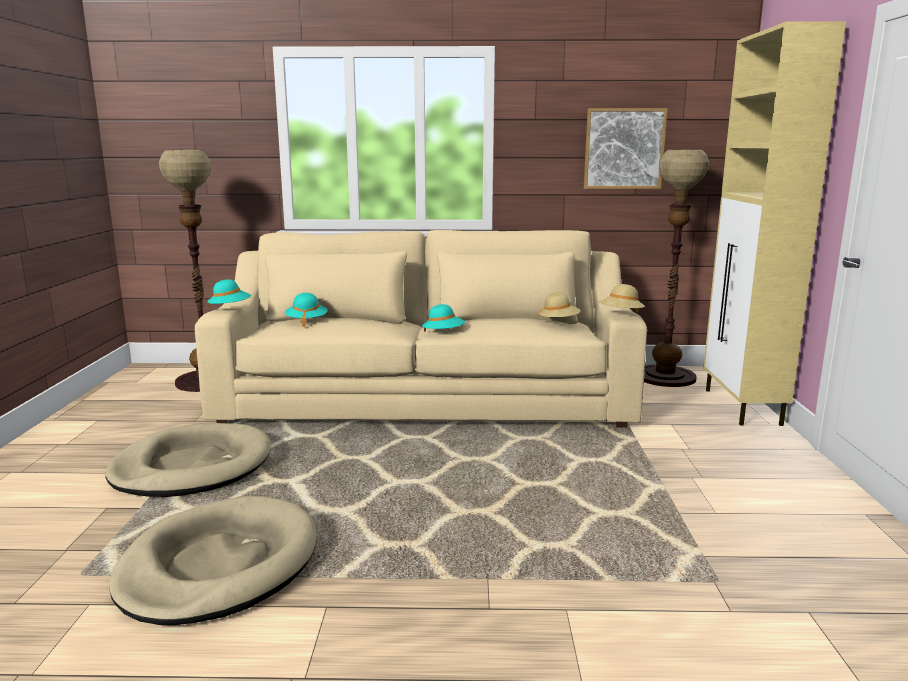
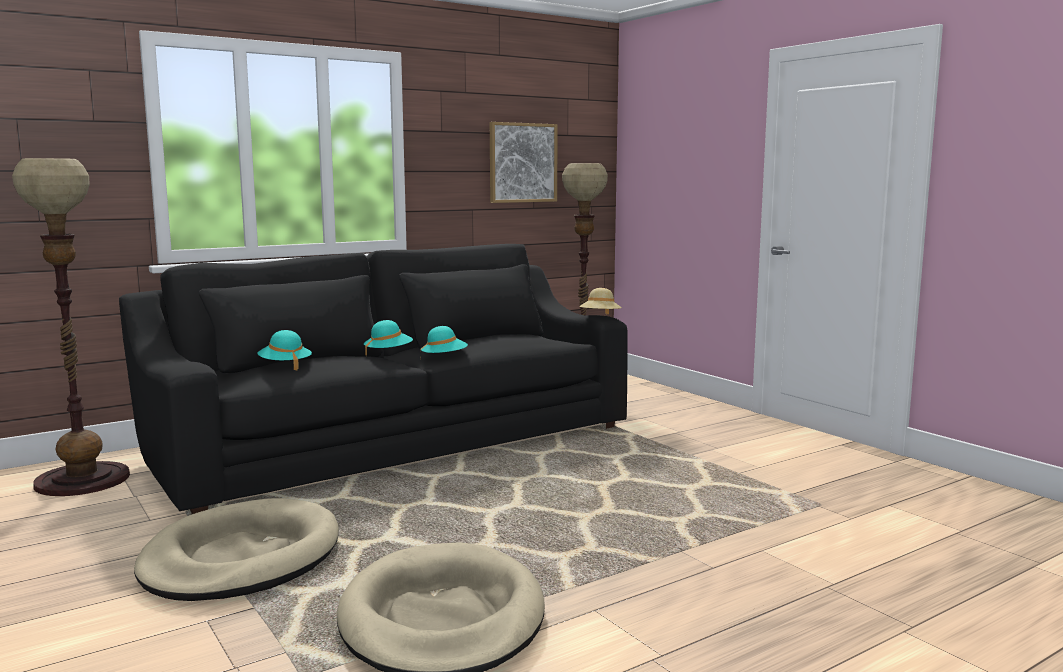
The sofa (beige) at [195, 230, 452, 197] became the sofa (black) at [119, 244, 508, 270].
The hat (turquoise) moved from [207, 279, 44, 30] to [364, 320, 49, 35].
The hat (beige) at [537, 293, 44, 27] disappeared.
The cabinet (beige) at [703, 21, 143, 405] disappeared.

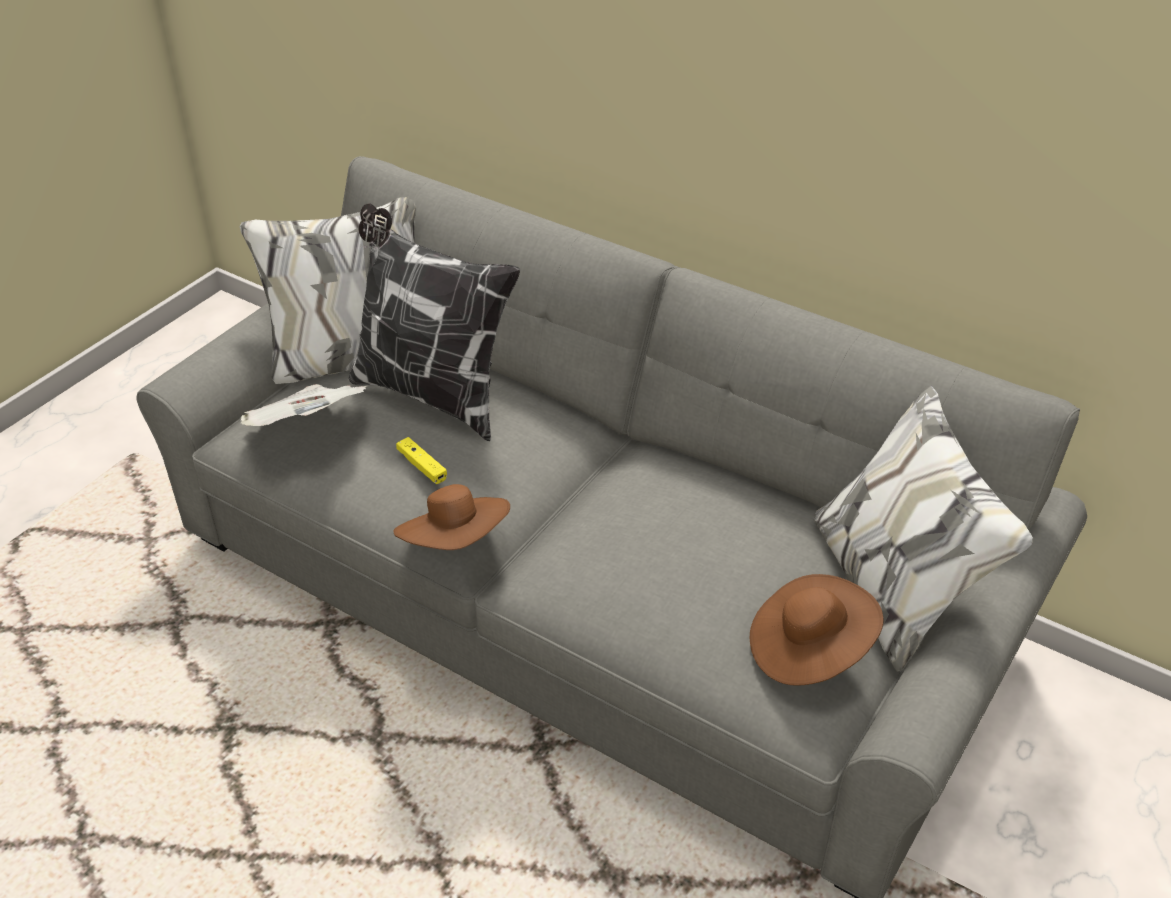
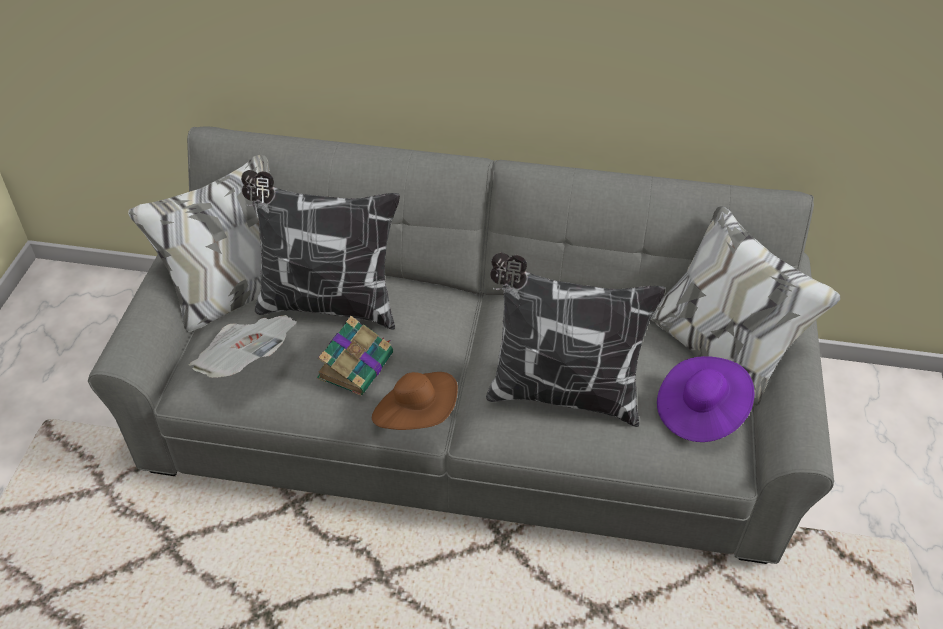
The game controller (yellow) at [396, 437, 51, 47] was replaced by the book at [317, 316, 76, 80].
The hat (brown) at [750, 574, 133, 112] became the hat (purple) at [657, 356, 97, 86].
The pillow at [486, 252, 180, 175] appeared.

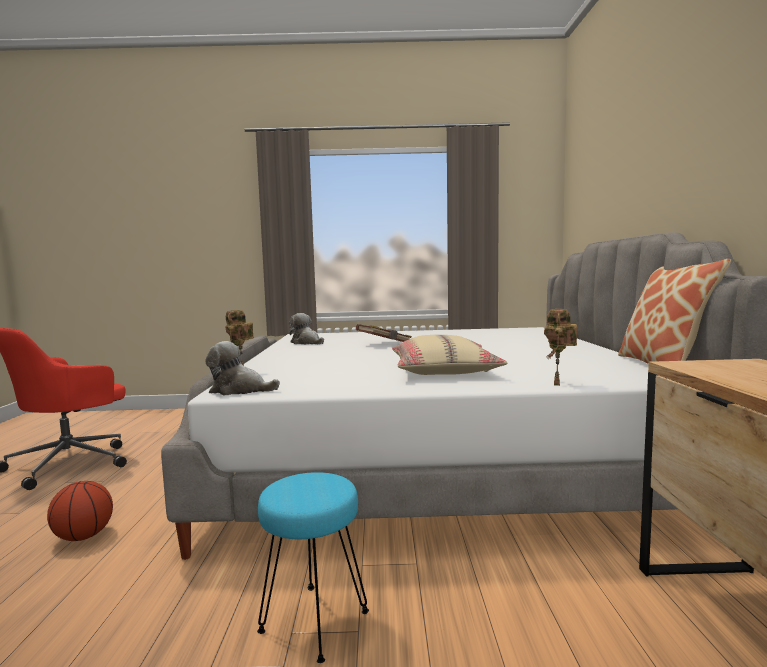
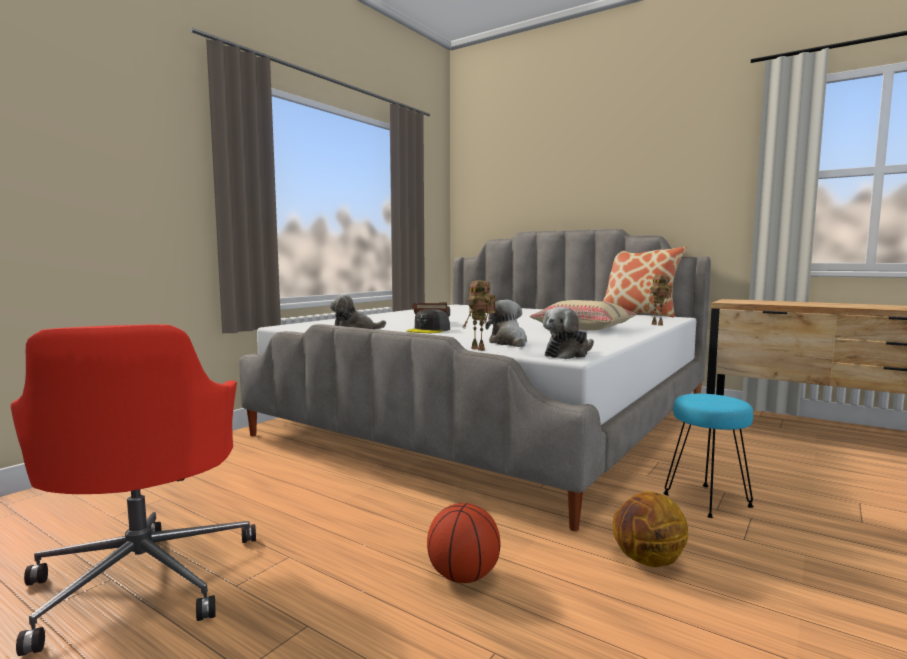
The cap (grey) at [406, 309, 44, 24] appeared.
The plush toy at [485, 300, 42, 47] appeared.
The basketball at [613, 491, 75, 76] appeared.

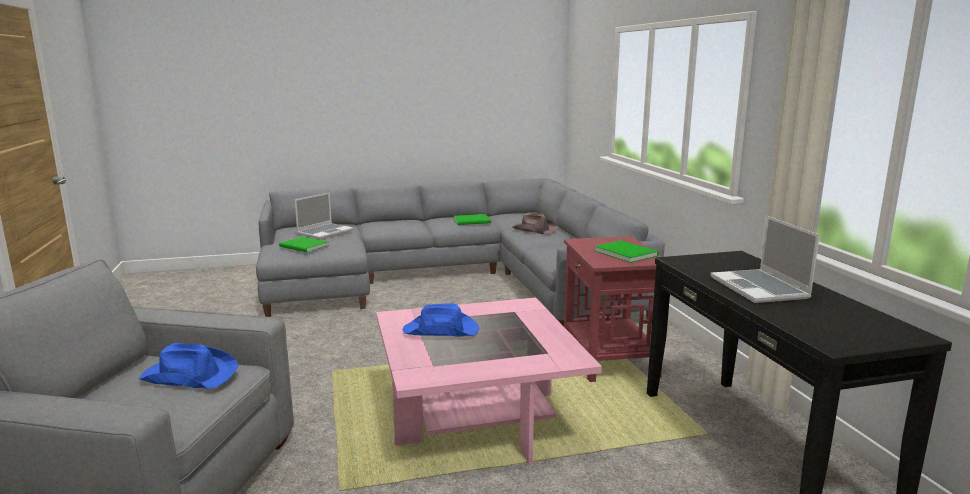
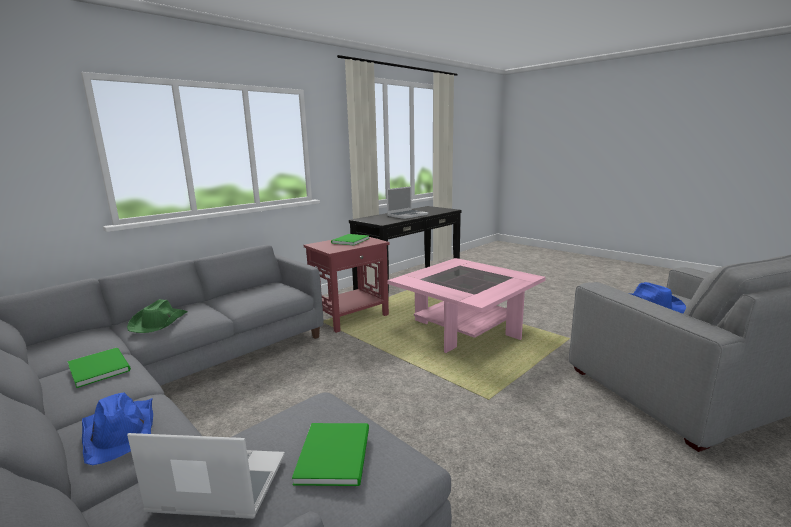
The hat (blue) moved from [403, 304, 76, 33] to [82, 392, 71, 73].
The hat (brown) at [512, 213, 46, 21] became the hat (green) at [127, 299, 60, 34].

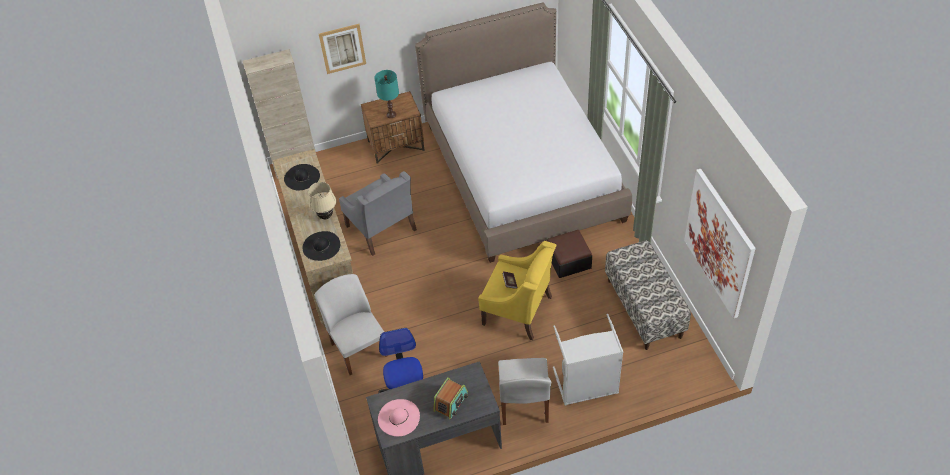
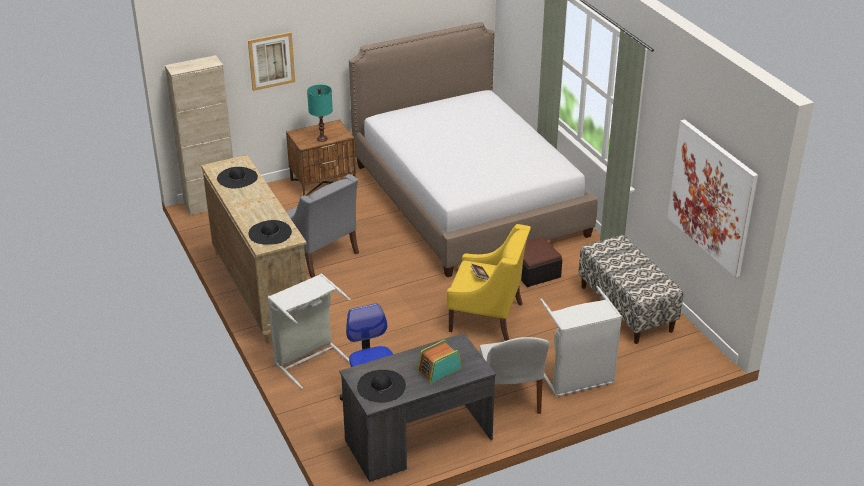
The table lamp (beige) at [308, 182, 28, 37] disappeared.
The chair (white) at [314, 274, 73, 101] was replaced by the laundry basket (grey) at [268, 273, 83, 116].
The hat (pink) at [378, 399, 42, 37] became the hat (black) at [357, 370, 49, 33].
The radio at [433, 377, 35, 42] turned 150 degrees counterclockwise.

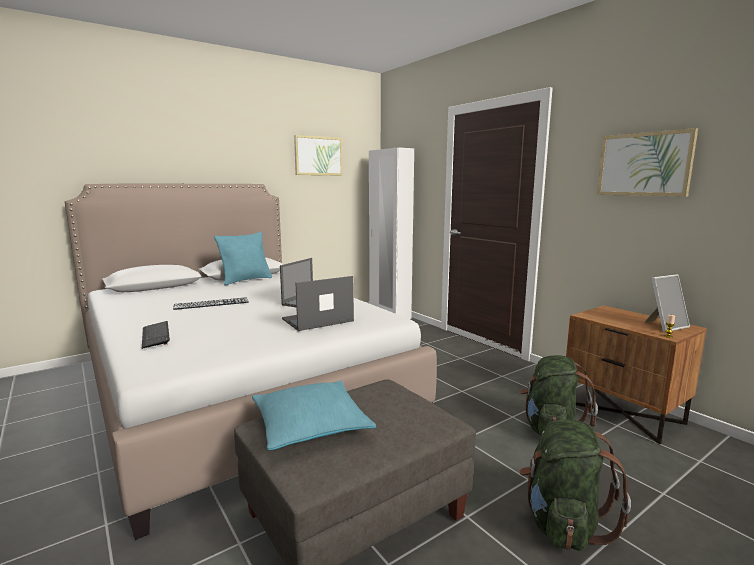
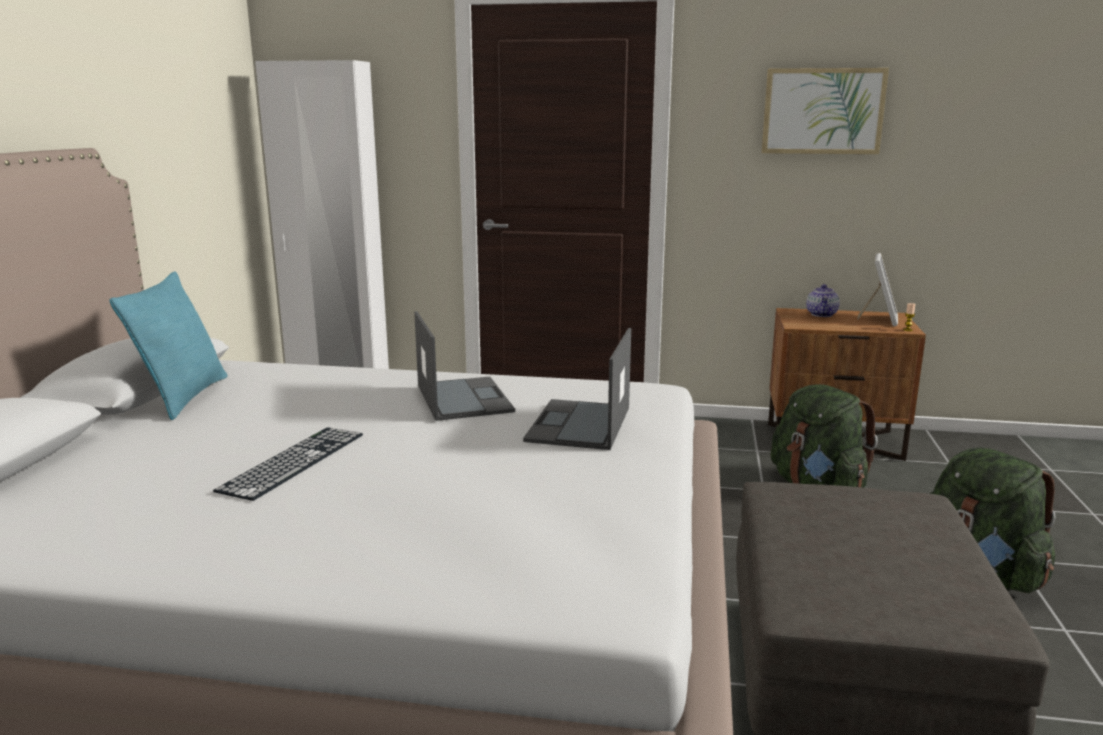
The keyboard at [142, 321, 28, 28] disappeared.
The pillow (turquoise) at [252, 380, 124, 70] disappeared.
The picture at [294, 135, 49, 41] disappeared.
The teapot at [806, 284, 34, 33] appeared.

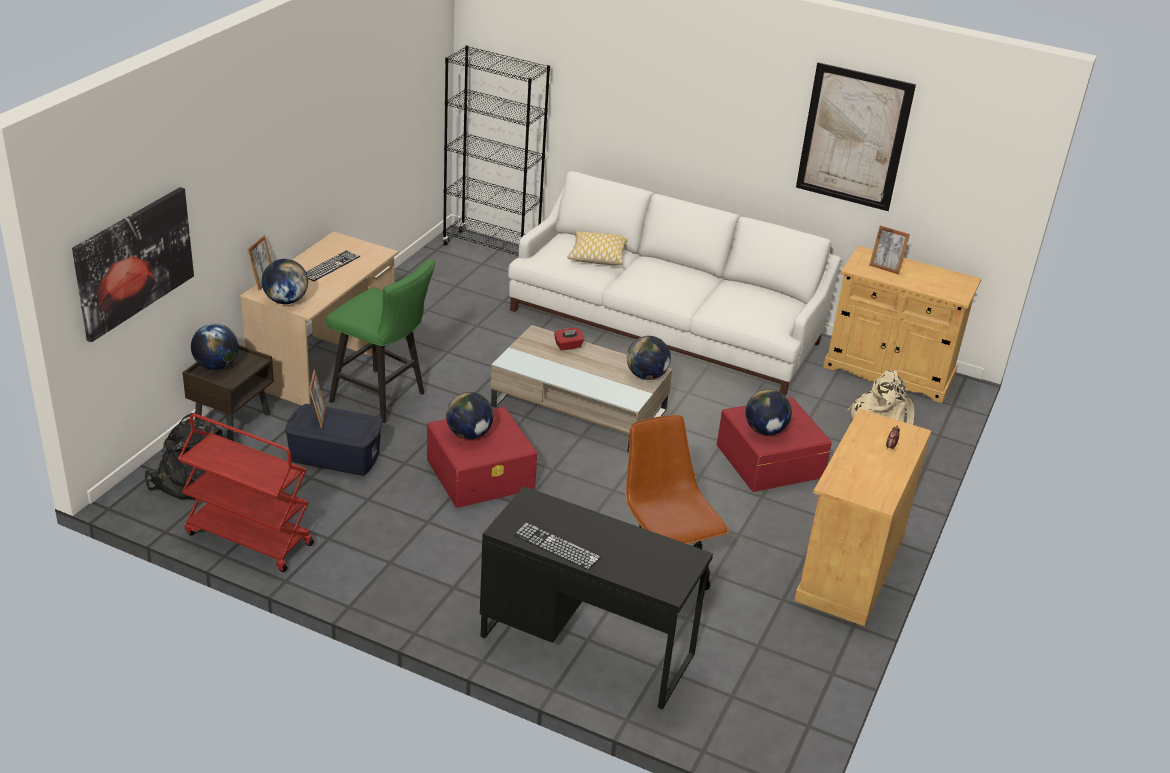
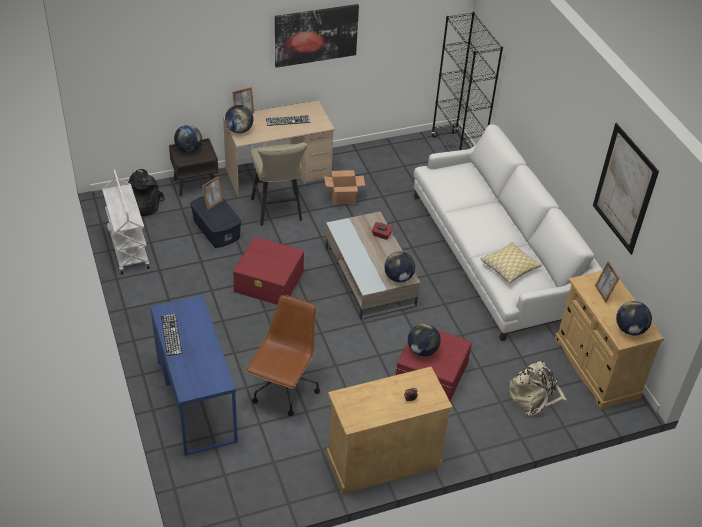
The picture moved from [72, 187, 122, 155] to [275, 4, 84, 64].
The cart (red) at [178, 413, 136, 159] became the cart (white) at [102, 169, 48, 105].
The stool (green) at [326, 259, 109, 164] became the stool (beige) at [250, 142, 57, 84].
The globe moved from [446, 392, 47, 47] to [616, 301, 36, 34].
The desk (black) at [480, 486, 233, 224] became the desk (blue) at [150, 295, 88, 161].
The pillow moved from [567, 231, 60, 34] to [480, 242, 62, 42].
The cardboard box at [324, 170, 41, 35] appeared.

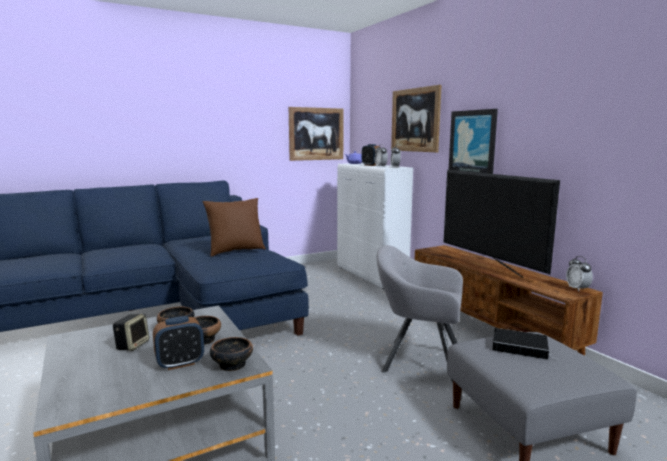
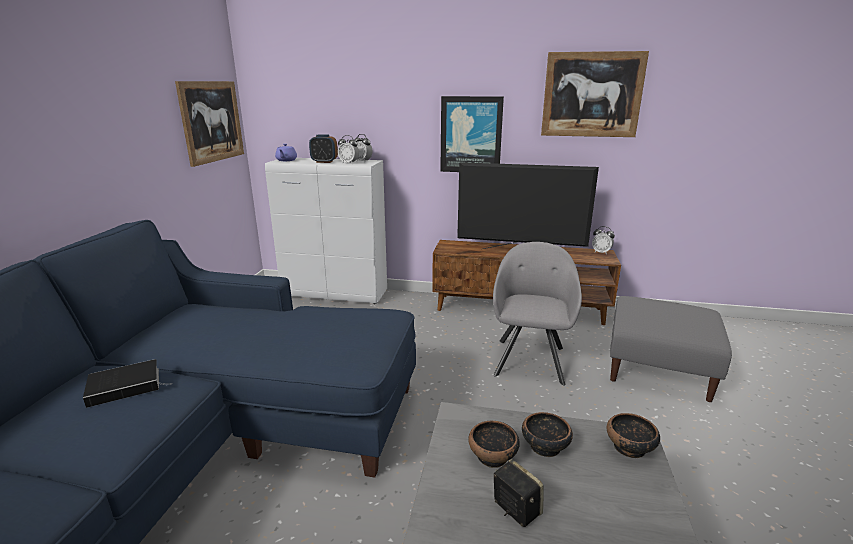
The alarm clock at [153, 316, 51, 54] disappeared.
The pillow (brown) at [202, 198, 64, 59] disappeared.
The armchair (grey) at [377, 245, 86, 137] turned 135 degrees clockwise.
The picture moved from [391, 85, 51, 67] to [541, 51, 108, 86].
The book moved from [493, 328, 65, 32] to [83, 359, 89, 49].

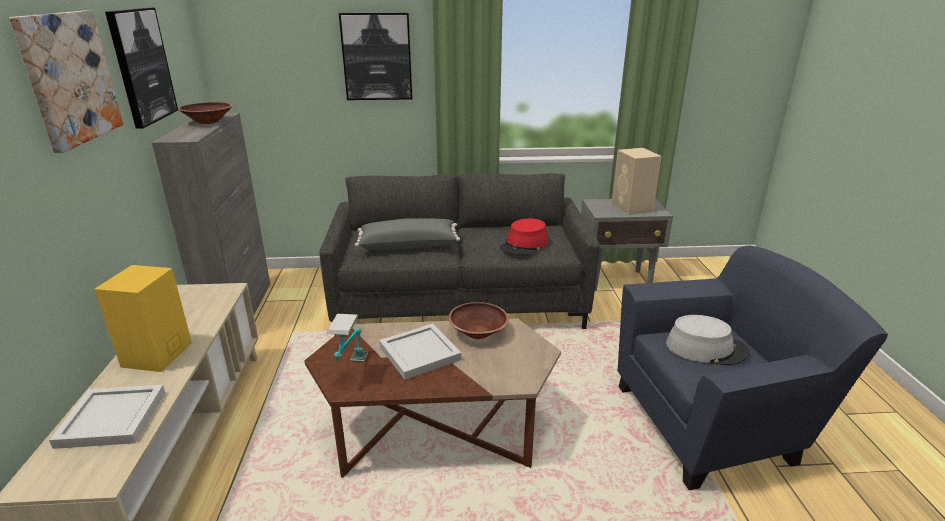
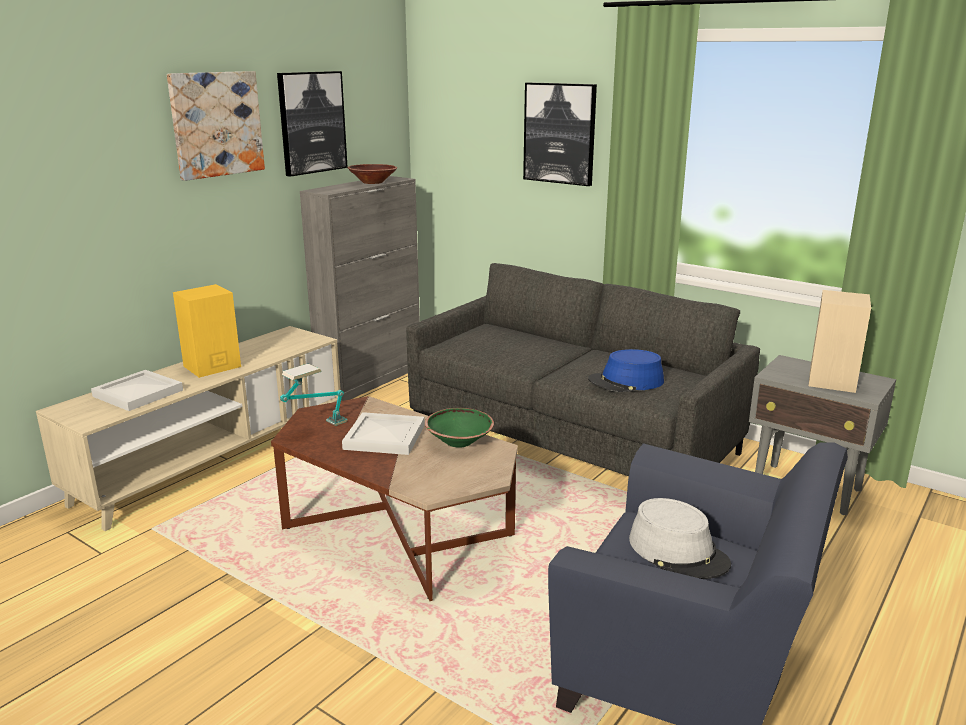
The pillow (grey) at [355, 218, 105, 32] disappeared.
The bowl (brown) at [448, 302, 61, 37] became the bowl (green) at [425, 408, 69, 40].
The hat (red) at [500, 218, 48, 37] became the hat (blue) at [588, 349, 76, 43].

